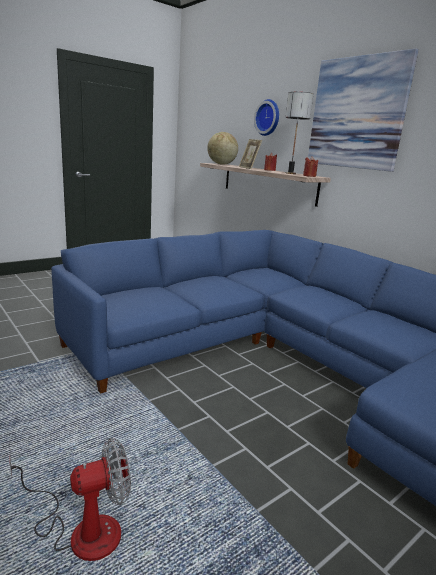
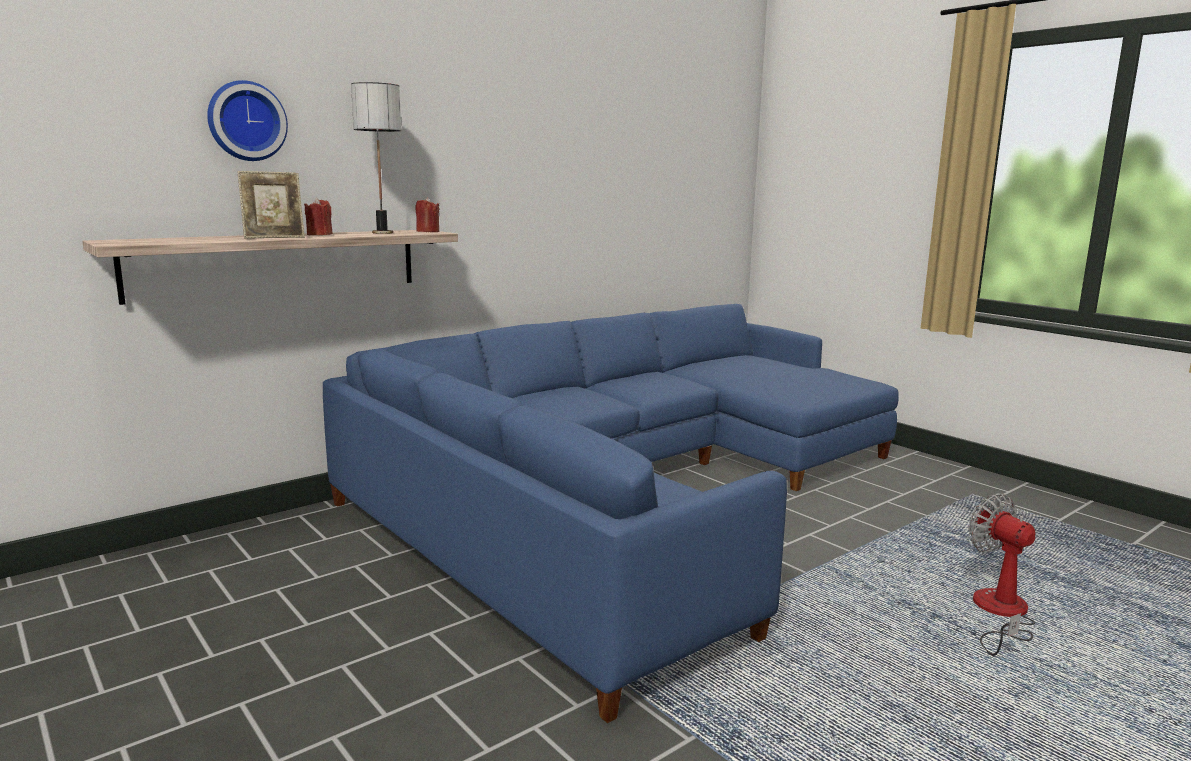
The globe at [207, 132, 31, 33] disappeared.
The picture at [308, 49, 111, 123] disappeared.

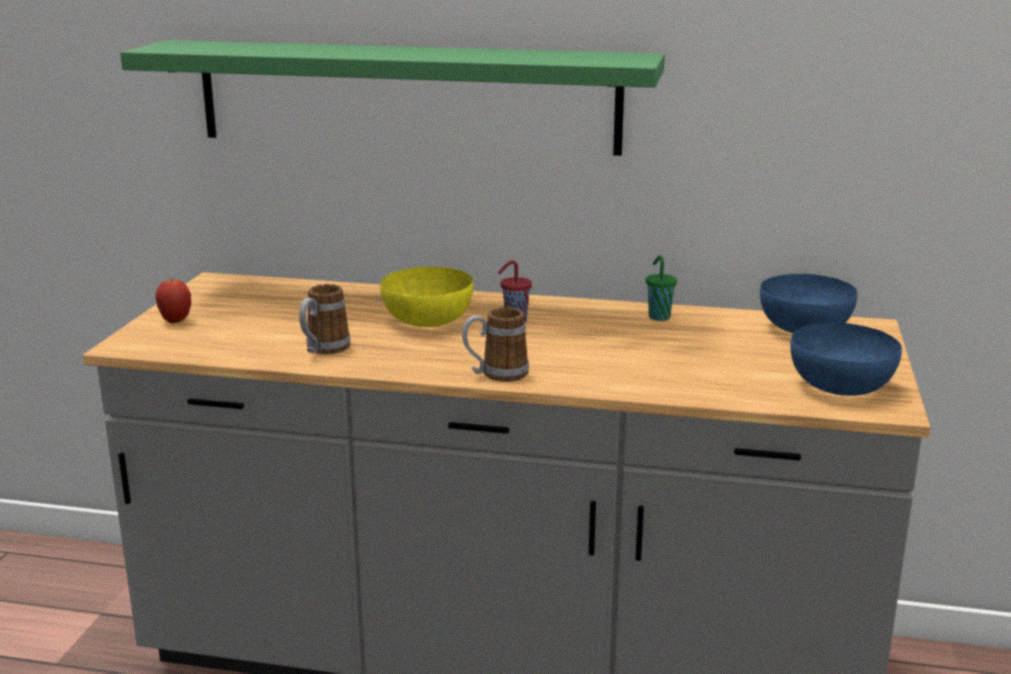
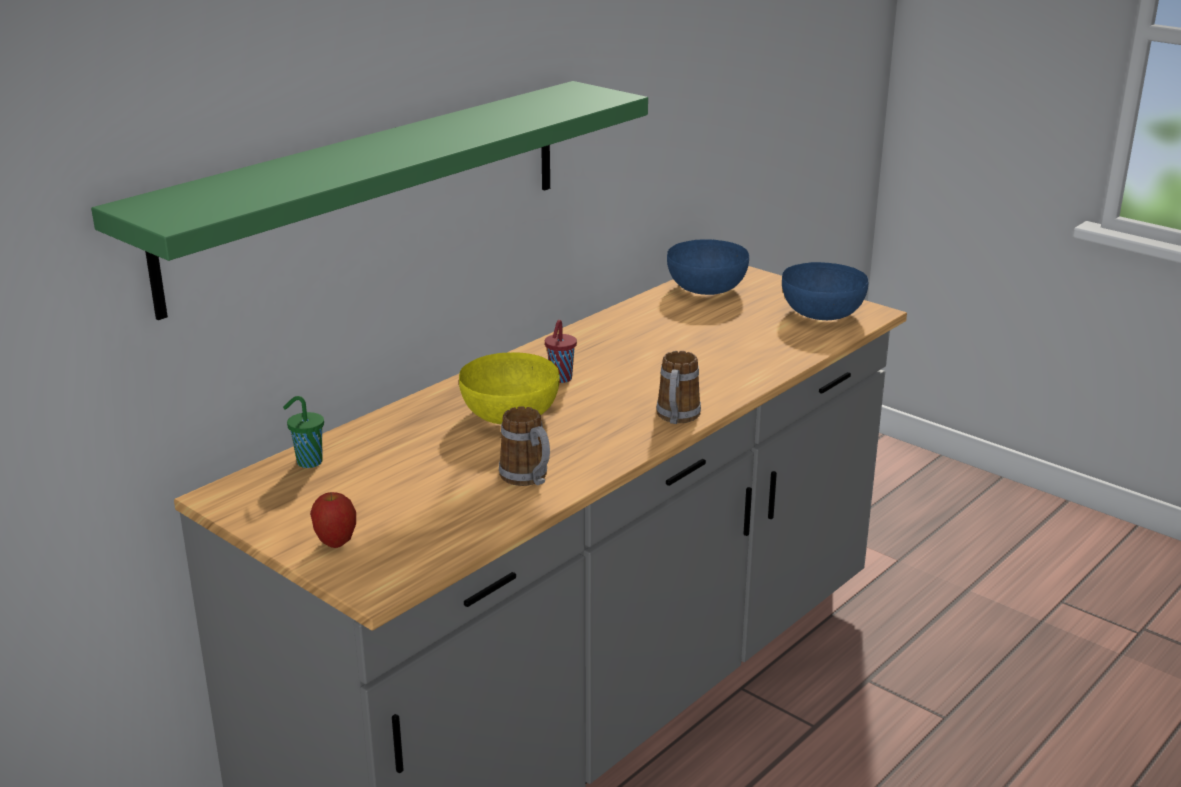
The cup (green) moved from [646, 256, 31, 65] to [283, 396, 41, 72].

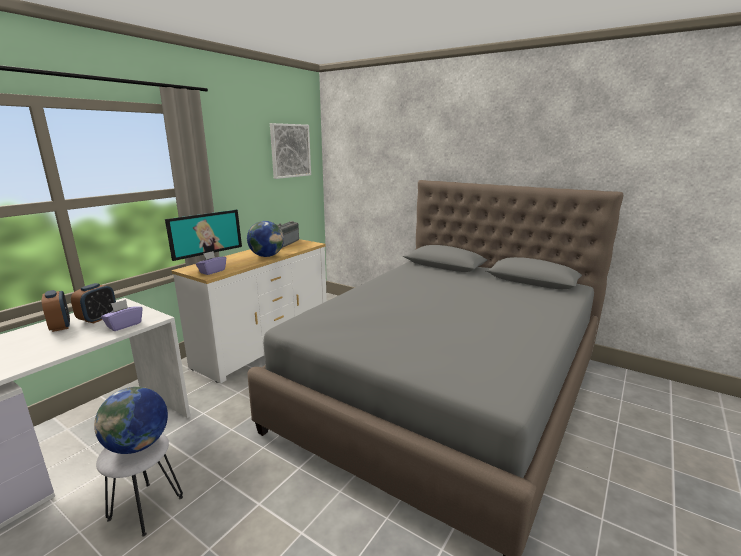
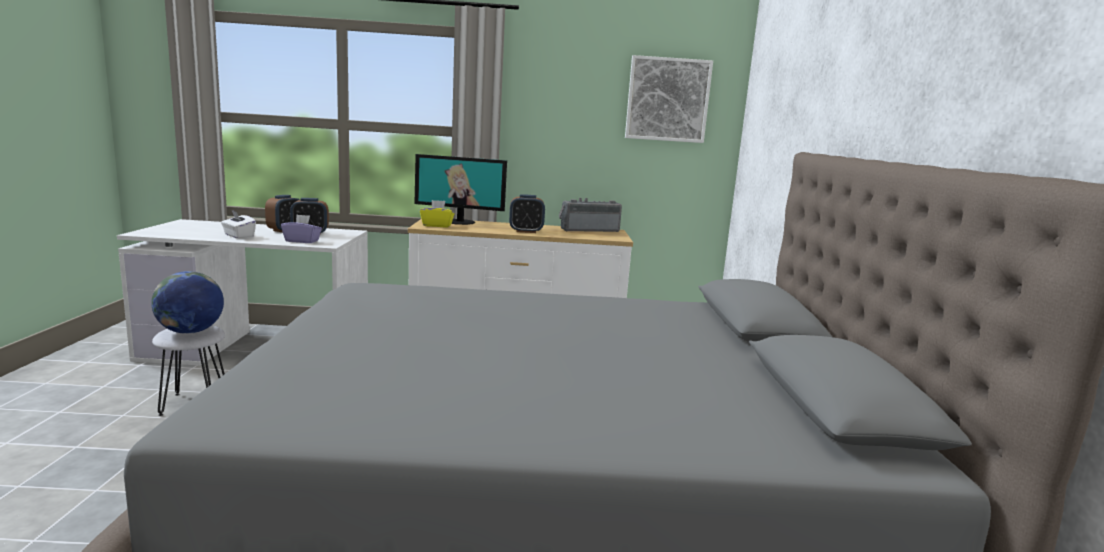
The tissue box (purple) at [196, 251, 30, 24] became the tissue box (yellow) at [420, 200, 35, 27].
The globe at [247, 221, 37, 36] was replaced by the alarm clock at [509, 194, 36, 39].
The tissue box (white) at [221, 211, 35, 28] appeared.

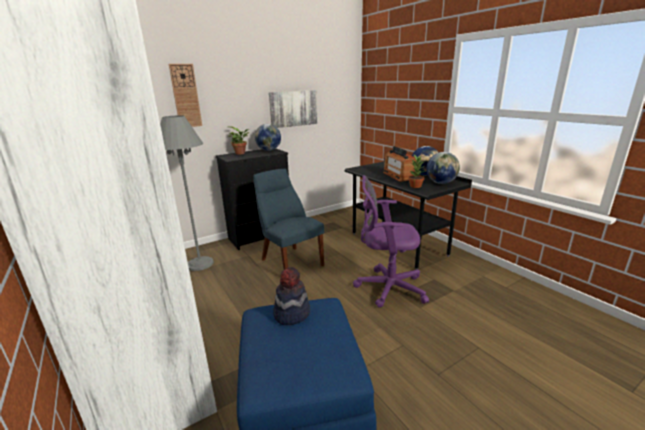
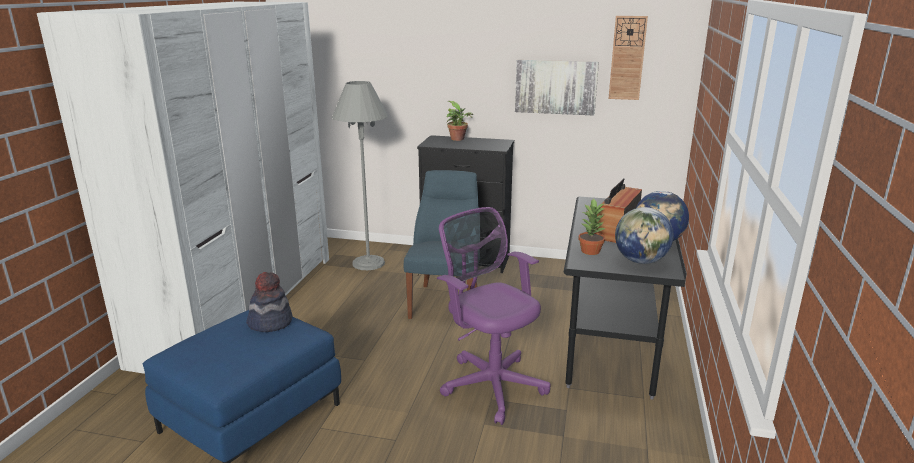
The wall clock moved from [169, 64, 33, 63] to [609, 16, 39, 84].
The globe at [255, 124, 26, 27] disappeared.

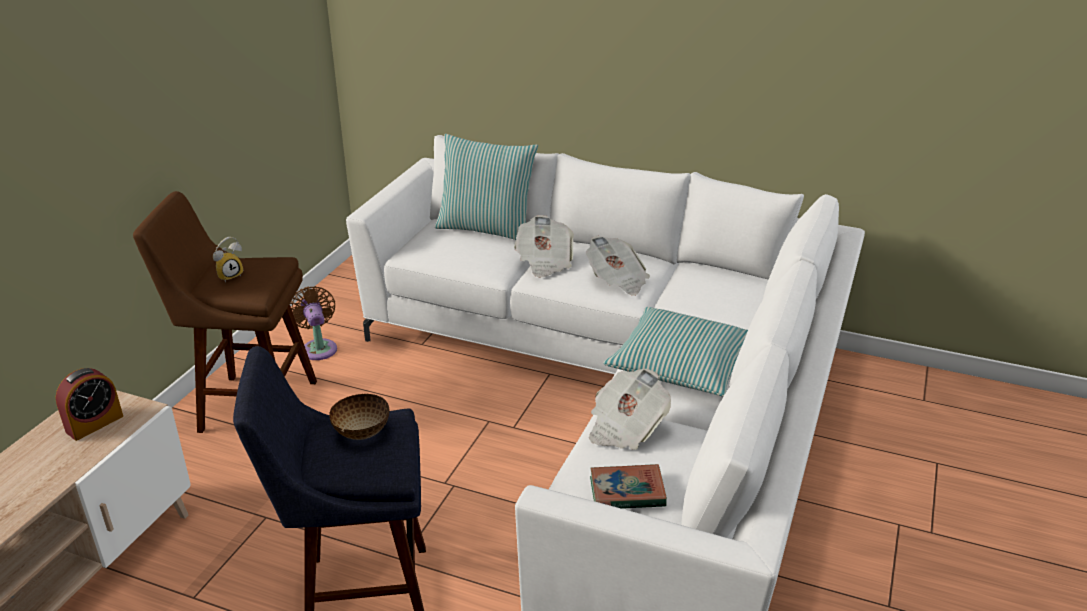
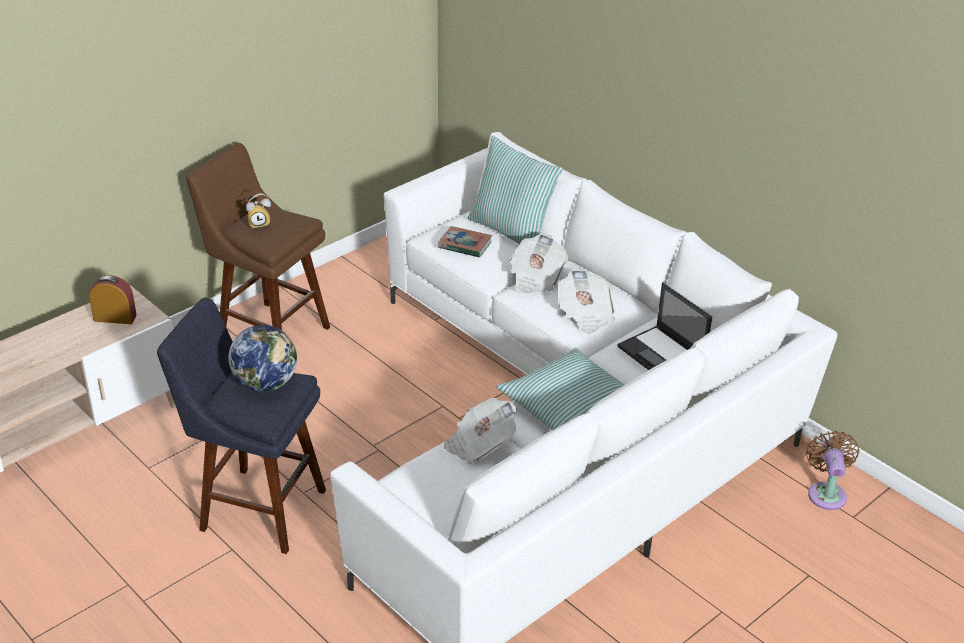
The alarm clock at [55, 368, 68, 73] turned 150 degrees counterclockwise.
The fan (brown) moved from [290, 286, 47, 74] to [806, 431, 53, 79].
The bowl at [329, 394, 61, 46] was replaced by the globe at [228, 325, 69, 67].
The book moved from [590, 464, 77, 45] to [438, 226, 54, 32].
The laptop at [617, 282, 95, 88] appeared.

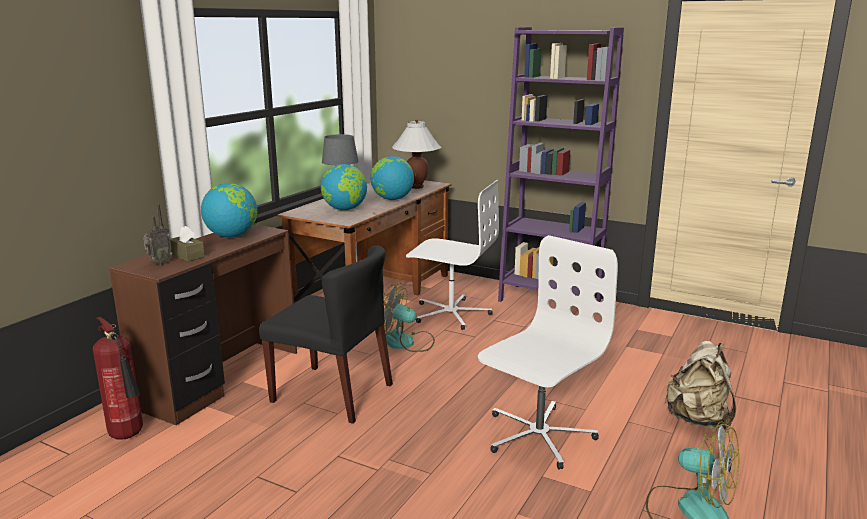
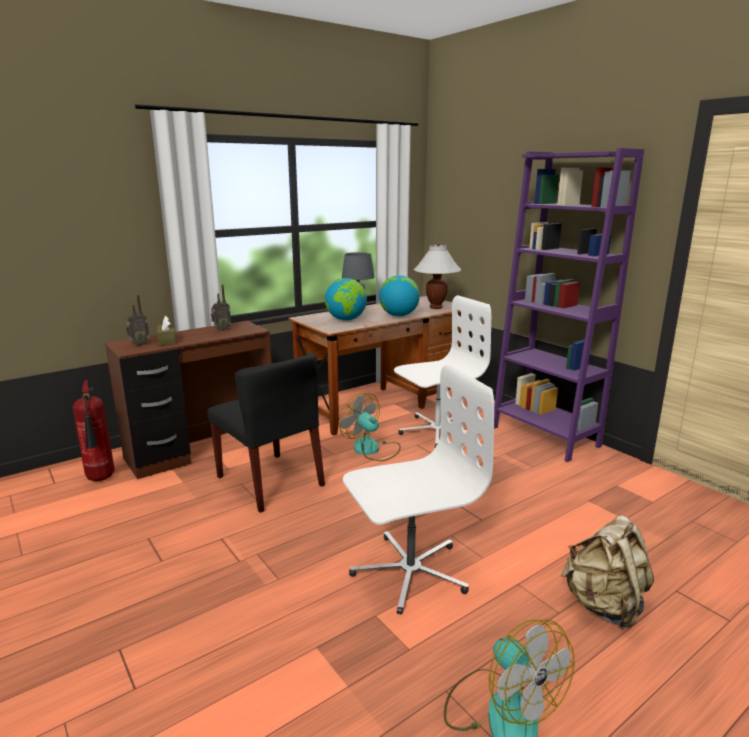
The globe at [201, 183, 56, 54] was replaced by the radio at [211, 284, 20, 47].
The office chair (white) at [406, 180, 93, 150] turned 75 degrees counterclockwise.

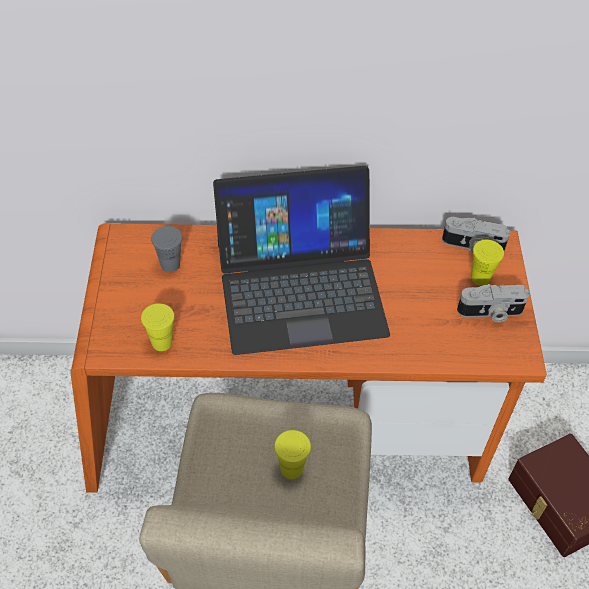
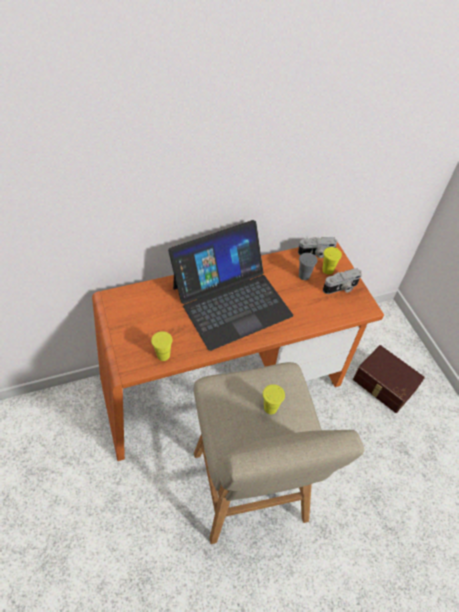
The cup (grey) moved from [151, 226, 31, 46] to [299, 253, 18, 27].

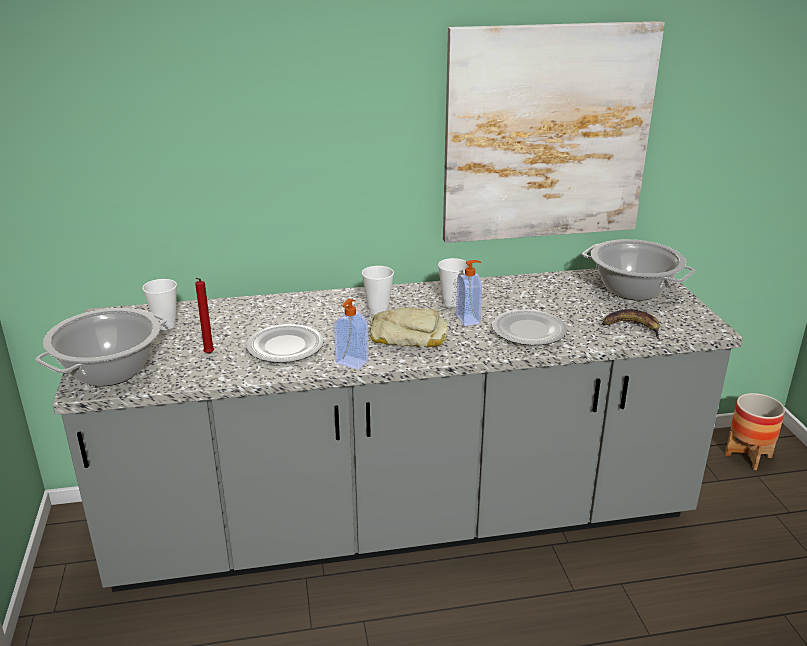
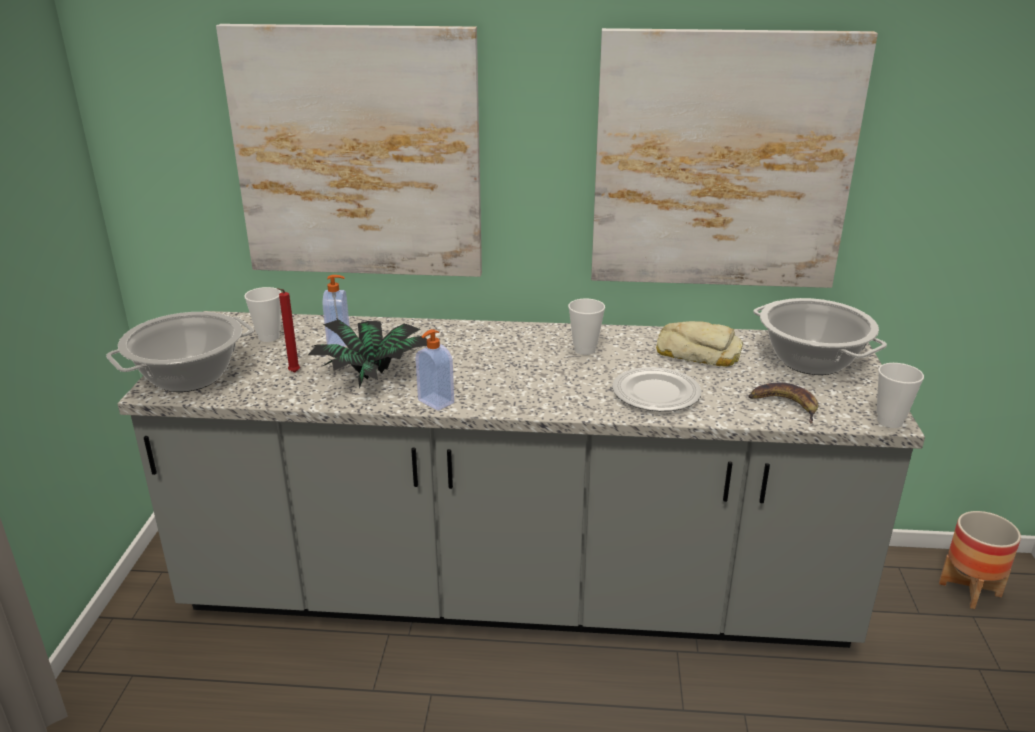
The plate at [246, 324, 78, 39] was replaced by the potted plant at [308, 318, 119, 71].
The cup moved from [362, 266, 32, 49] to [877, 363, 47, 65].
The bread moved from [371, 307, 77, 40] to [656, 321, 87, 45].
The soap dispenser moved from [456, 260, 26, 66] to [323, 275, 27, 71].
The picture at [216, 24, 266, 253] appeared.

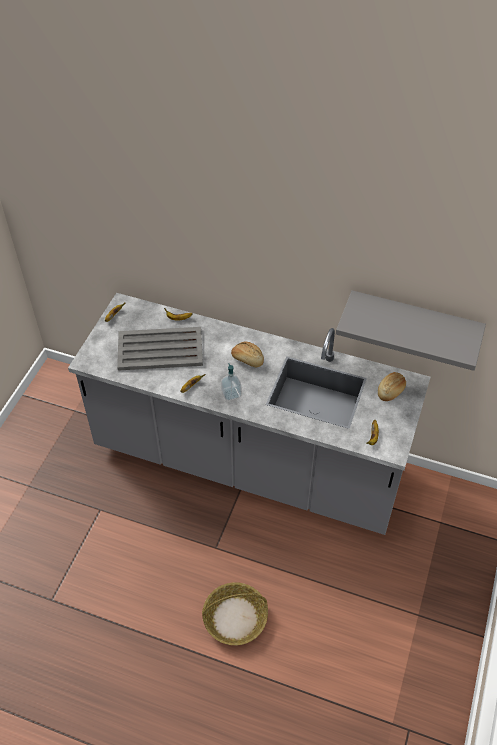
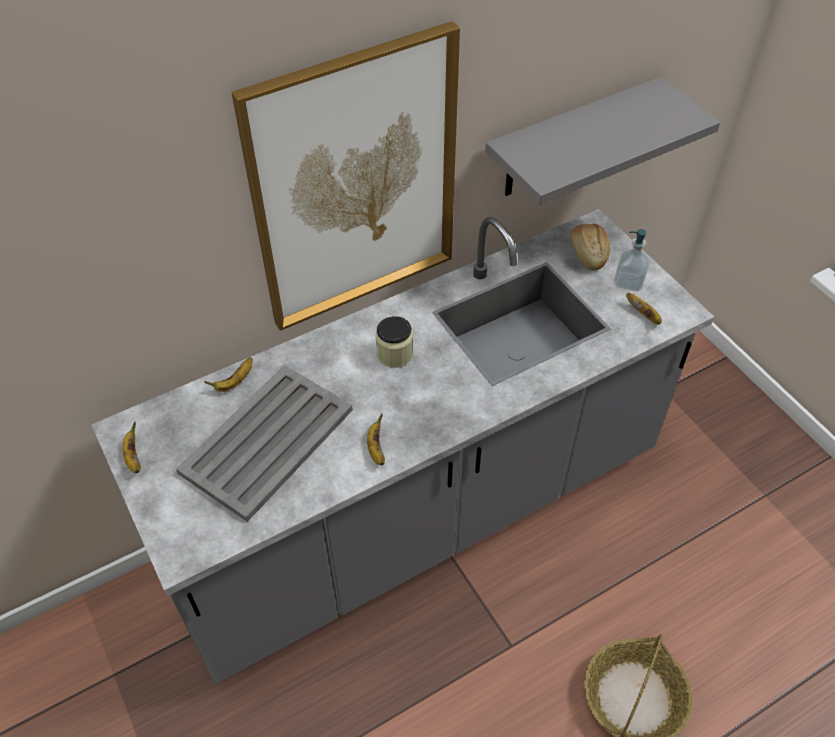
The soap dispenser moved from [221, 363, 21, 38] to [614, 229, 36, 63].
The bread at [231, 342, 33, 25] was replaced by the jar at [375, 316, 38, 52].
The picture at [231, 21, 229, 310] appeared.

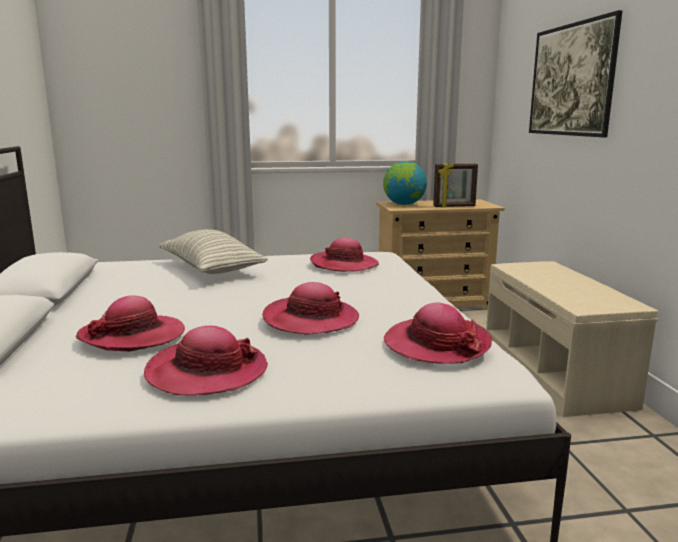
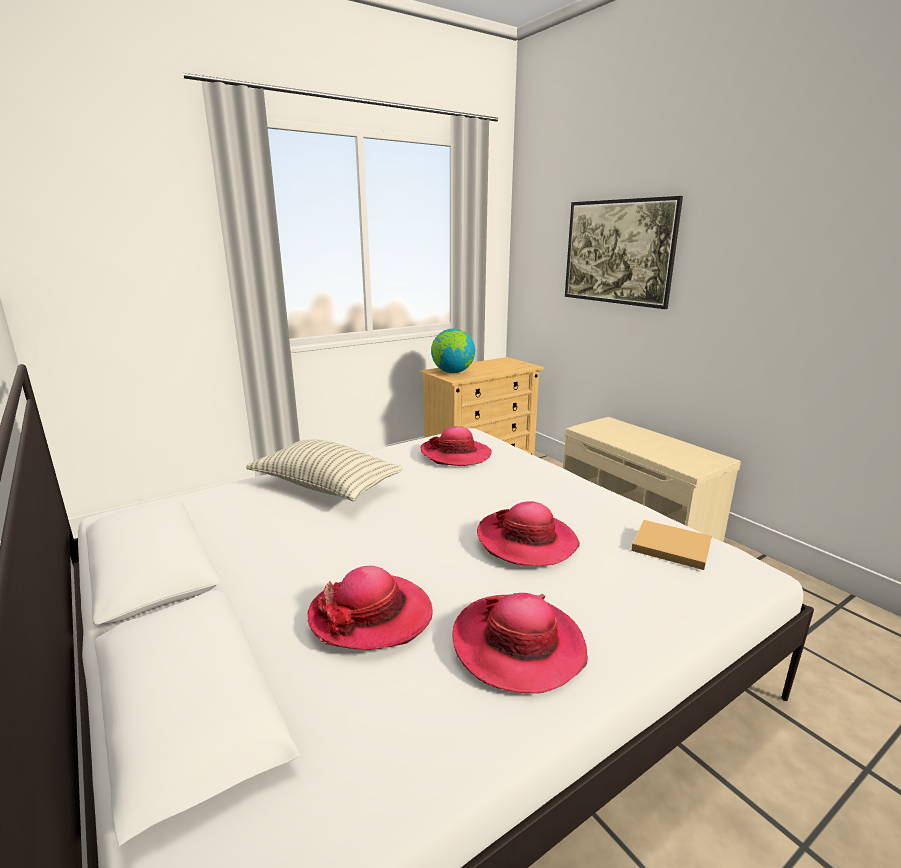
The hat at [384, 302, 108, 62] was replaced by the book (beige) at [631, 520, 81, 50].
The picture frame at [433, 163, 45, 45] disappeared.

